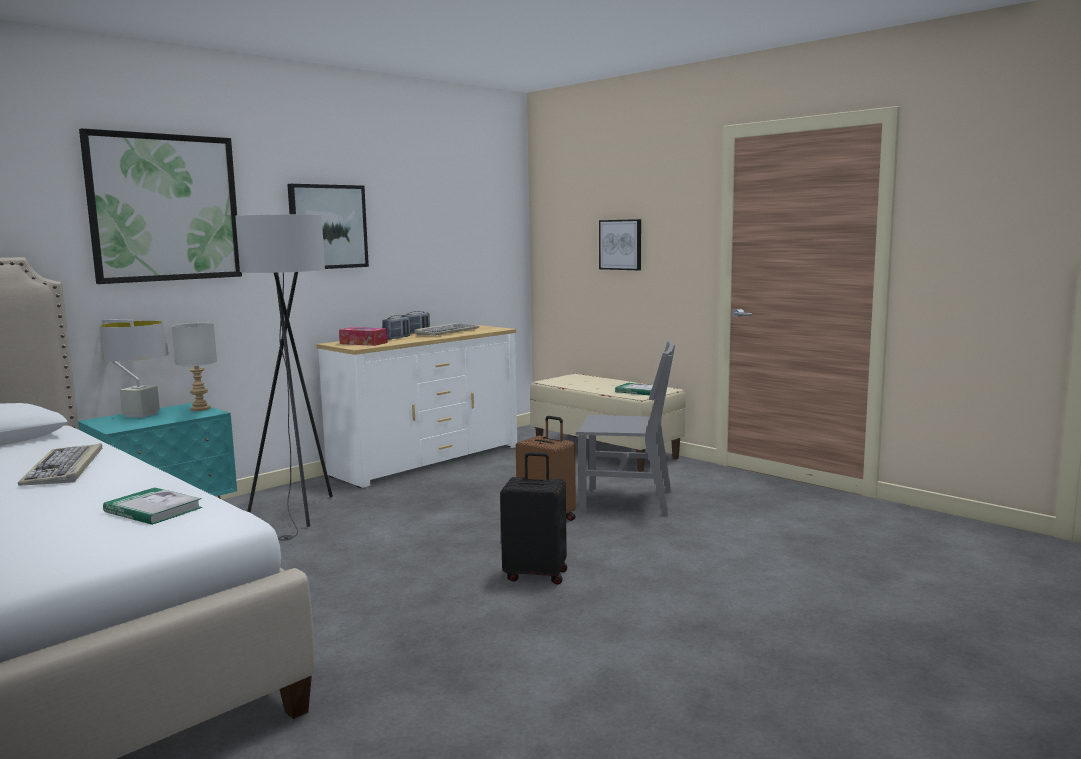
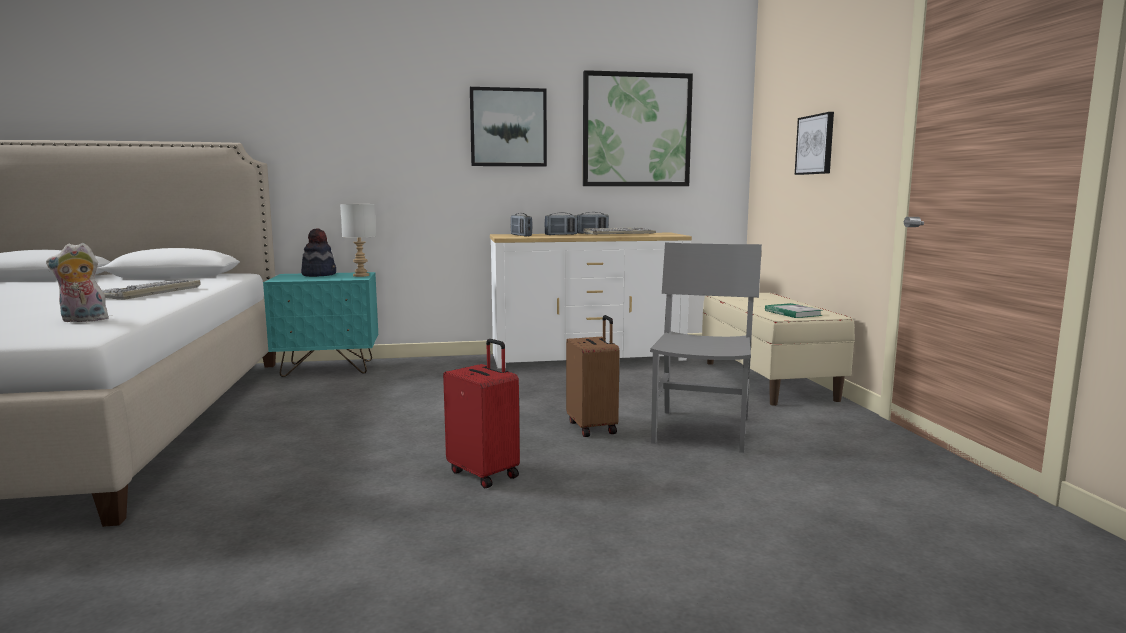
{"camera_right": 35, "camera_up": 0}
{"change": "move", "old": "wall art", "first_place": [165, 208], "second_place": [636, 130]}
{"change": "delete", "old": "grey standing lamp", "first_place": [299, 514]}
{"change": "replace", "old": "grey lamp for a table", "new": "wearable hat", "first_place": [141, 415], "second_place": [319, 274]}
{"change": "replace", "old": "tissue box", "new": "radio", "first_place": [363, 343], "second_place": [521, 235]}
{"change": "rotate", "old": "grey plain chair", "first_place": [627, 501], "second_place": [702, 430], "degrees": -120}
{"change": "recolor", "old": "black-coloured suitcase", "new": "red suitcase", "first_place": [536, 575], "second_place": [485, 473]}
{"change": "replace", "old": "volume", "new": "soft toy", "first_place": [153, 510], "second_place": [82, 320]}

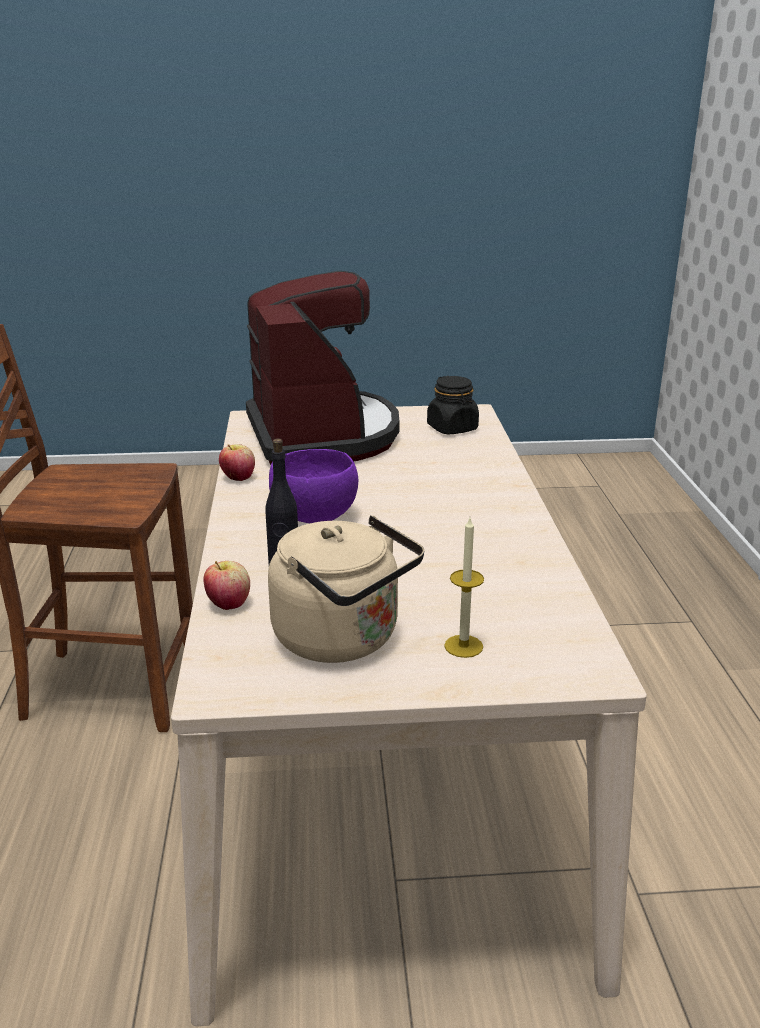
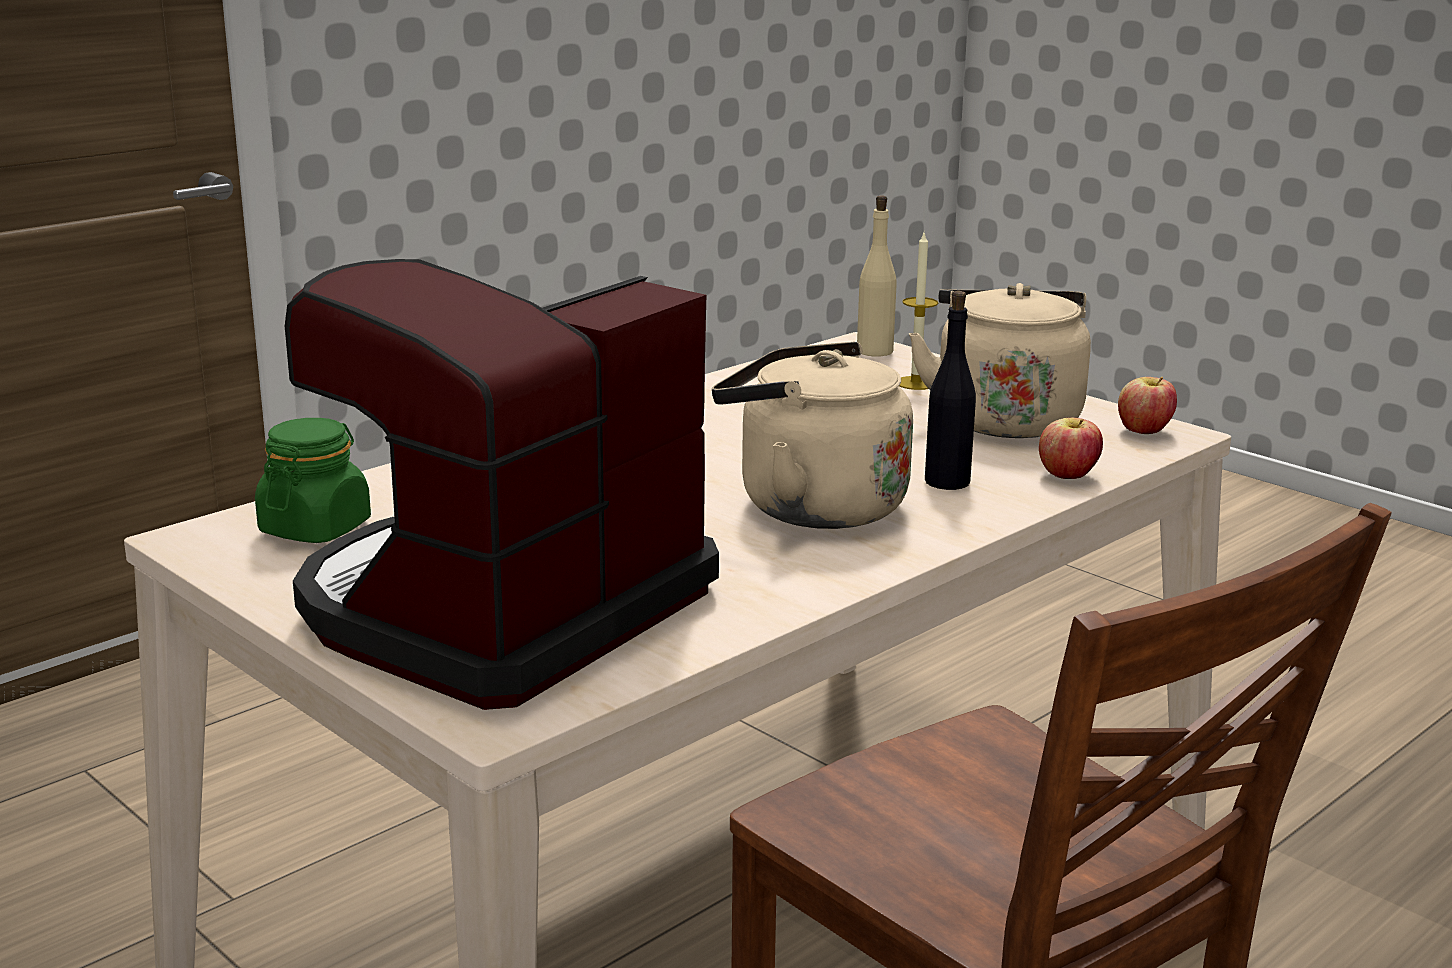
{"camera_right": -130, "camera_up": -5}
{"change": "recolor", "old": "black-coloured jar", "new": "greenish jar", "first_place": [452, 428], "second_place": [315, 528]}
{"change": "move", "old": "whole apple", "first_place": [238, 478], "second_place": [1144, 431]}
{"change": "replace", "old": "purplish serving bowl", "new": "sand-coloured water kettle", "first_place": [315, 518], "second_place": [811, 506]}
{"change": "insert", "new": "sand-coloured bottle", "second_place": [874, 351]}

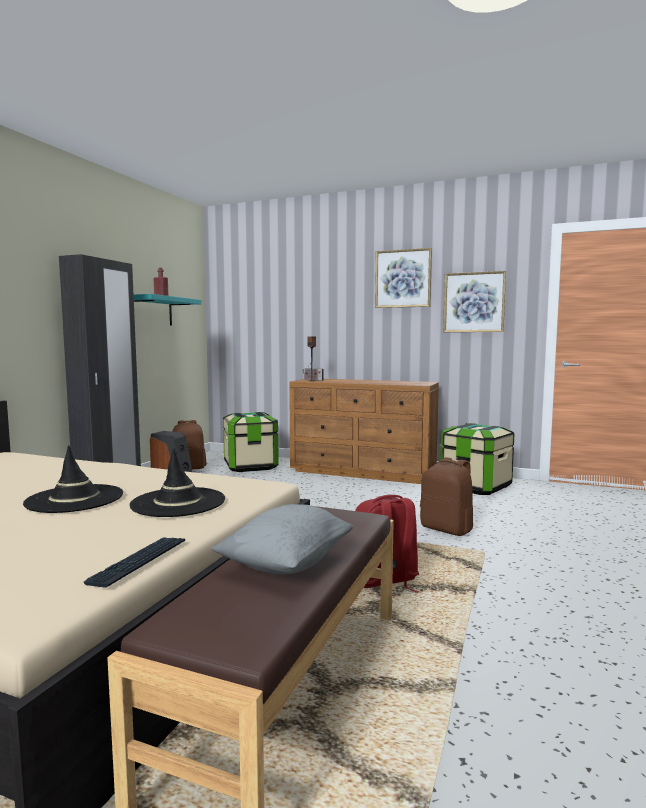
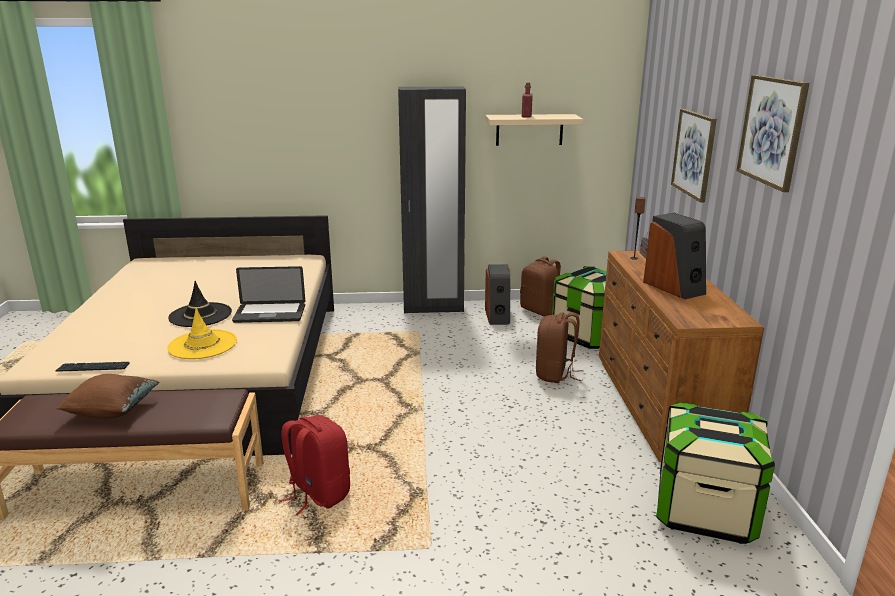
{"camera_right": 65, "camera_up": 15}
{"change": "move", "old": "wall art", "first_place": [474, 302], "second_place": [694, 154]}
{"change": "recolor", "old": "turquoise bracket shelf", "new": "sand-coloured bracket shelf", "first_place": [152, 311], "second_place": [529, 129]}
{"change": "recolor", "old": "black-coloured wearable hat", "new": "yellow-coloured wearable hat", "first_place": [178, 502], "second_place": [202, 345]}
{"change": "move", "old": "brown rucksack", "first_place": [447, 529], "second_place": [555, 374]}
{"change": "recolor", "old": "grey pillow", "new": "brown pillow", "first_place": [286, 564], "second_place": [112, 411]}
{"change": "insert", "new": "loudspeaker", "second_place": [674, 287]}
{"change": "insert", "new": "notebook computer", "second_place": [270, 314]}

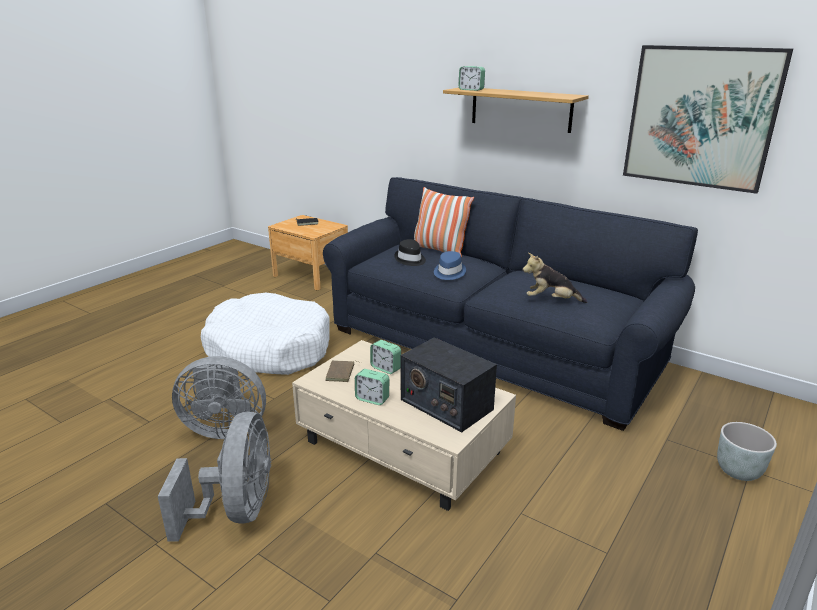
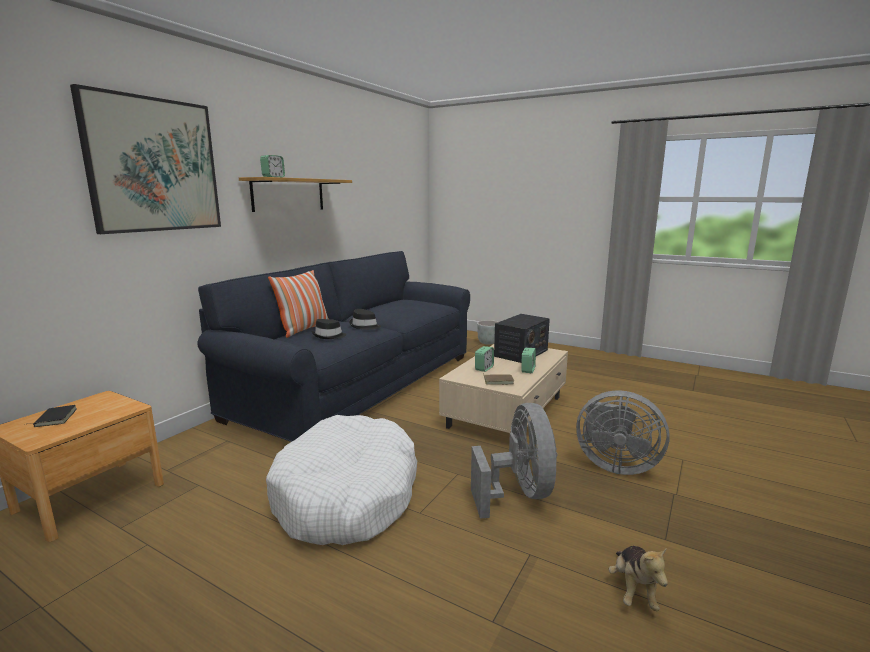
{"camera_right": -95, "camera_up": -10}
{"change": "move", "old": "wall art", "first_place": [700, 117], "second_place": [153, 165]}
{"change": "recolor", "old": "blue wearable hat", "new": "black-coloured wearable hat", "first_place": [449, 272], "second_place": [364, 326]}
{"change": "move", "old": "soft toy", "first_place": [551, 300], "second_place": [633, 590]}
{"change": "rotate", "old": "grey cooling fan", "first_place": [237, 510], "second_place": [614, 465], "degrees": -150}

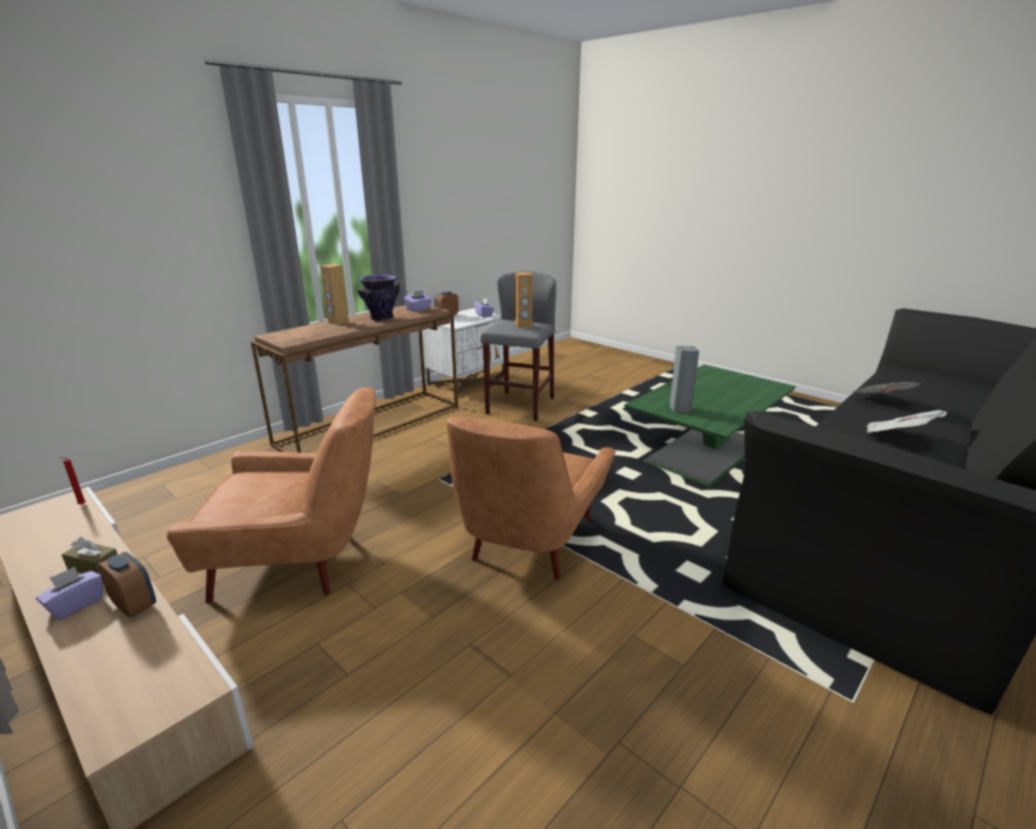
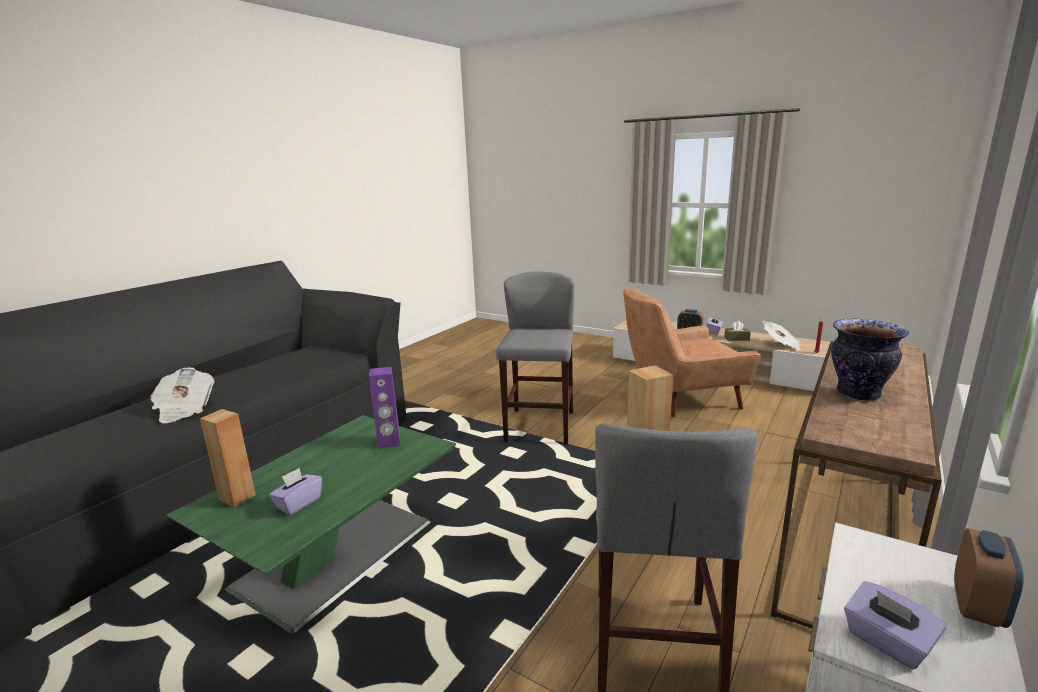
{"camera_right": 170, "camera_up": -5}
{"change": "move", "old": "brown loudspeaker", "first_place": [338, 322], "second_place": [238, 497]}
{"change": "move", "old": "purplish tissue box", "first_place": [418, 309], "second_place": [298, 503]}
{"change": "recolor", "old": "grey loudspeaker", "new": "purplish loudspeaker", "first_place": [680, 409], "second_place": [389, 442]}
{"change": "move", "old": "daily paper", "first_place": [897, 437], "second_place": [781, 345]}
{"change": "replace", "old": "brown easy chair", "new": "grey stool", "first_place": [527, 546], "second_place": [539, 426]}

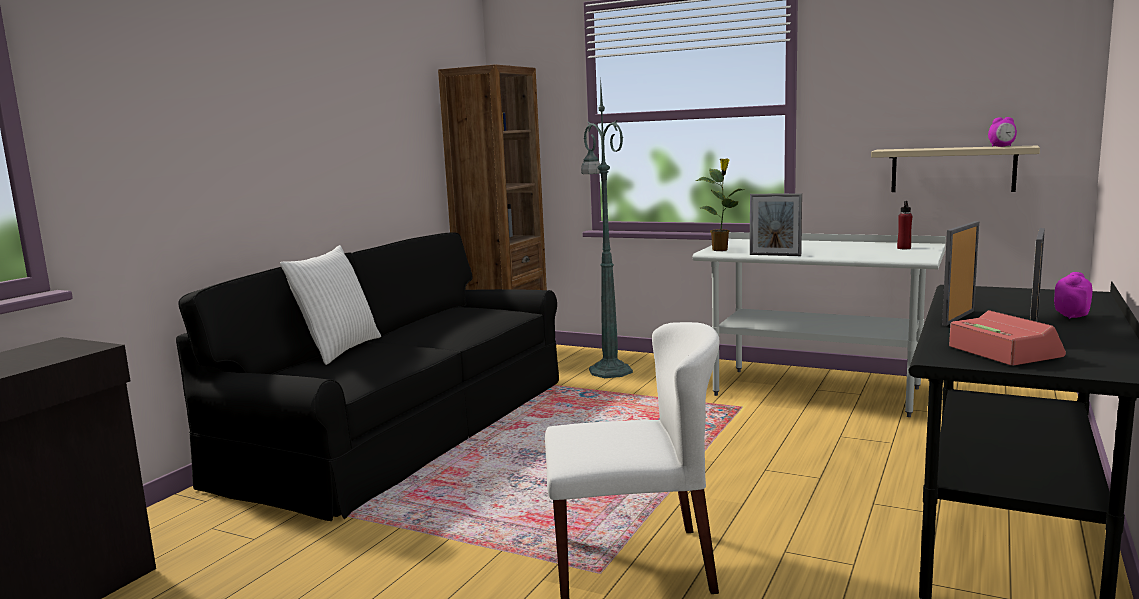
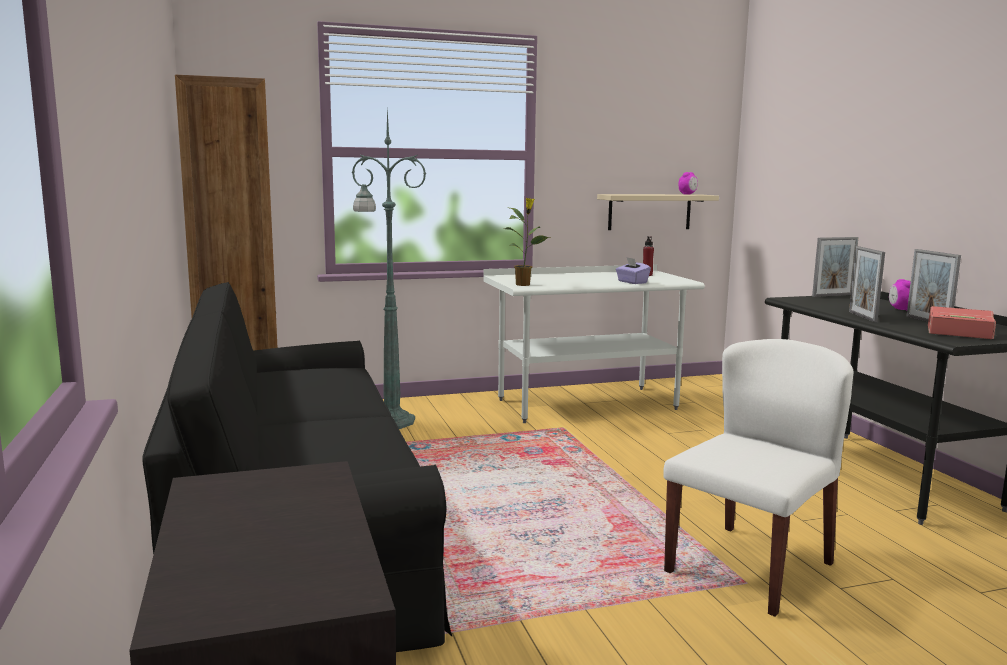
{"camera_right": -45, "camera_up": 0}
{"change": "move", "old": "photo frame", "first_place": [775, 255], "second_place": [832, 295]}
{"change": "delete", "old": "white-coloured pillow", "first_place": [338, 350]}
{"change": "insert", "new": "purplish tissue box", "second_place": [632, 282]}

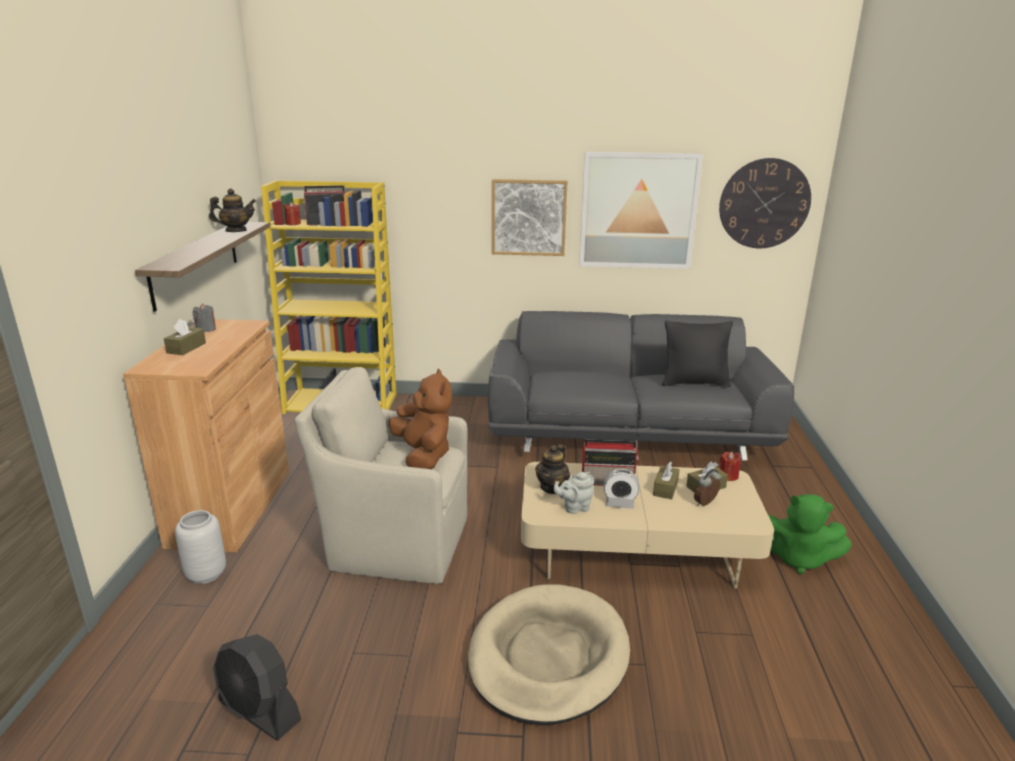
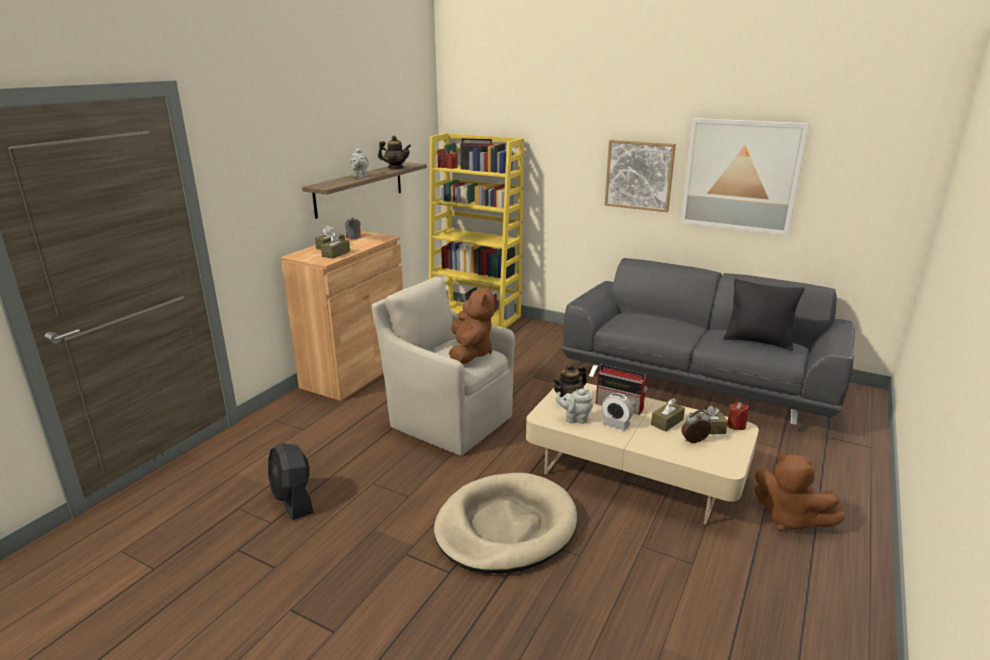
{"camera_right": 25, "camera_up": 0}
{"change": "delete", "old": "hanging clock", "first_place": [764, 203]}
{"change": "recolor", "old": "greenish soft toy", "new": "brown soft toy", "first_place": [798, 559], "second_place": [789, 518]}
{"change": "delete", "old": "grey vase", "first_place": [206, 574]}
{"change": "insert", "new": "grey teapot", "second_place": [360, 176]}
{"change": "insert", "new": "brown tissue box", "second_place": [336, 254]}

